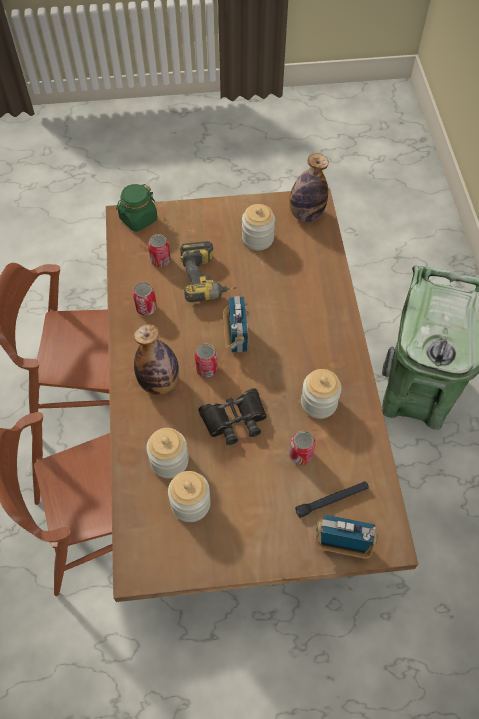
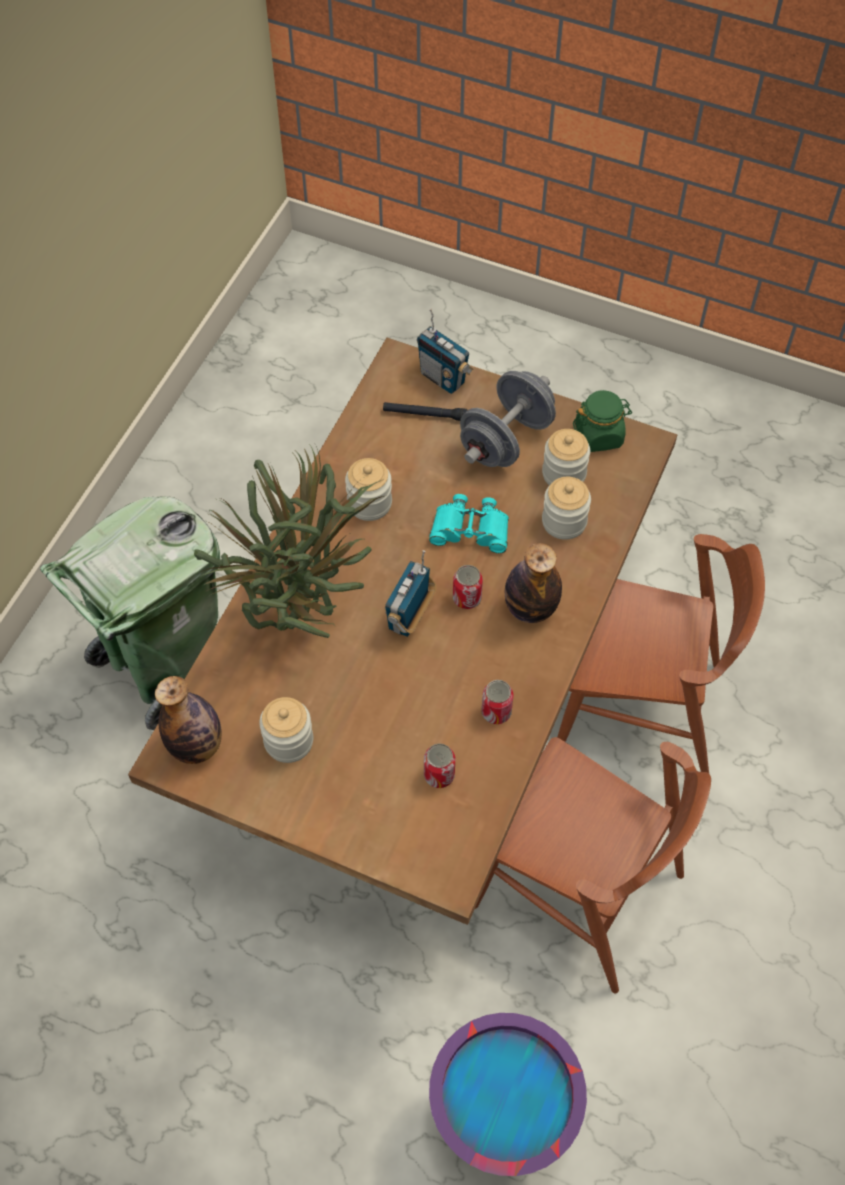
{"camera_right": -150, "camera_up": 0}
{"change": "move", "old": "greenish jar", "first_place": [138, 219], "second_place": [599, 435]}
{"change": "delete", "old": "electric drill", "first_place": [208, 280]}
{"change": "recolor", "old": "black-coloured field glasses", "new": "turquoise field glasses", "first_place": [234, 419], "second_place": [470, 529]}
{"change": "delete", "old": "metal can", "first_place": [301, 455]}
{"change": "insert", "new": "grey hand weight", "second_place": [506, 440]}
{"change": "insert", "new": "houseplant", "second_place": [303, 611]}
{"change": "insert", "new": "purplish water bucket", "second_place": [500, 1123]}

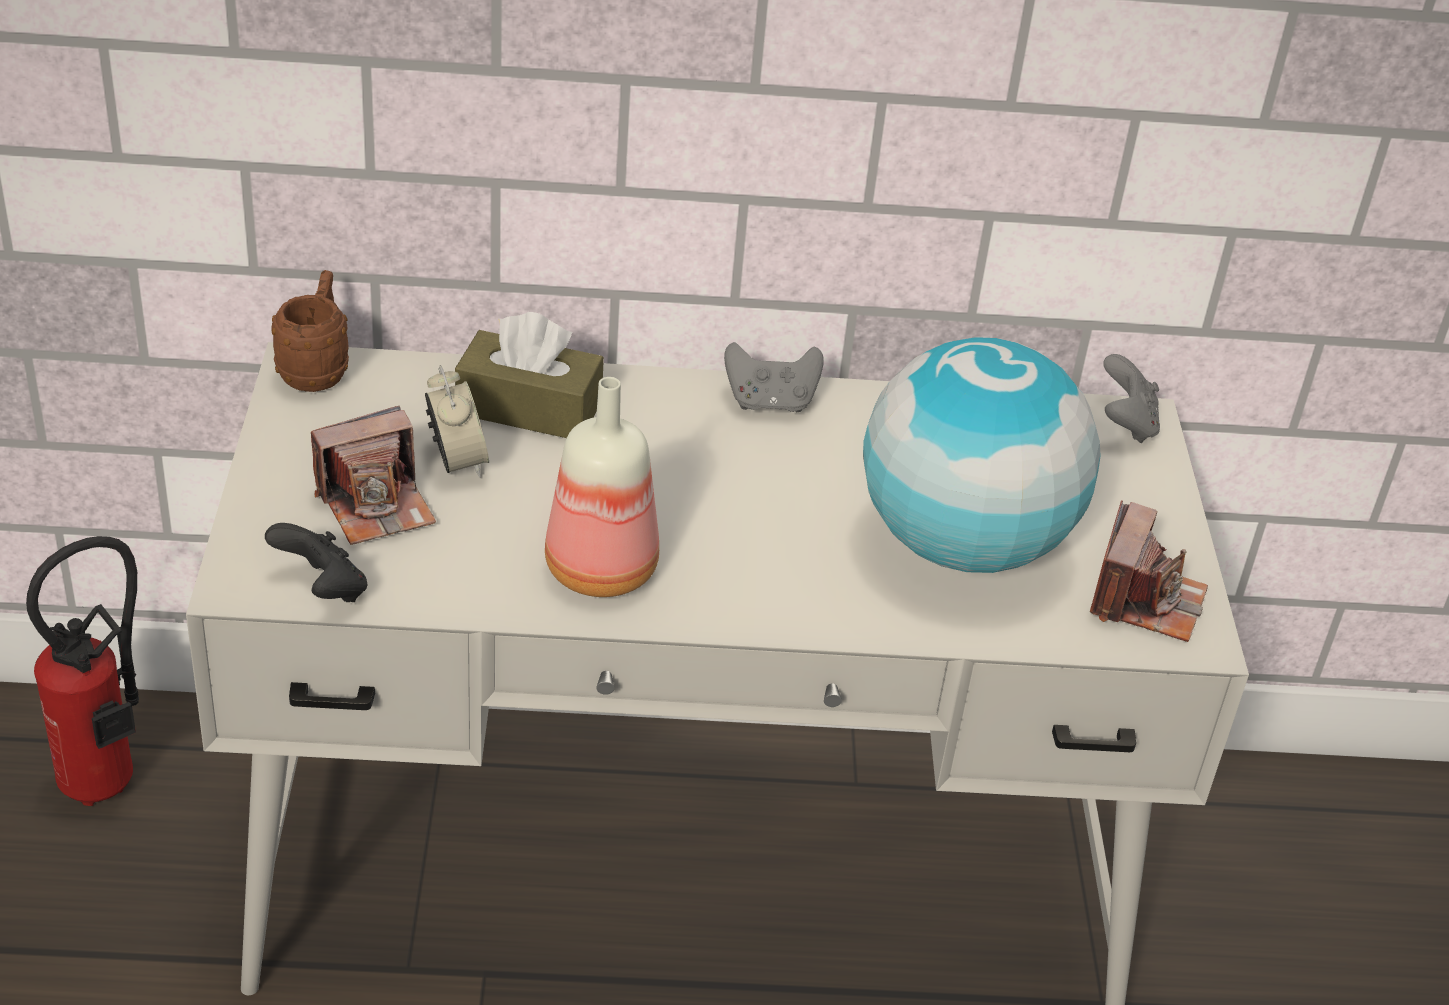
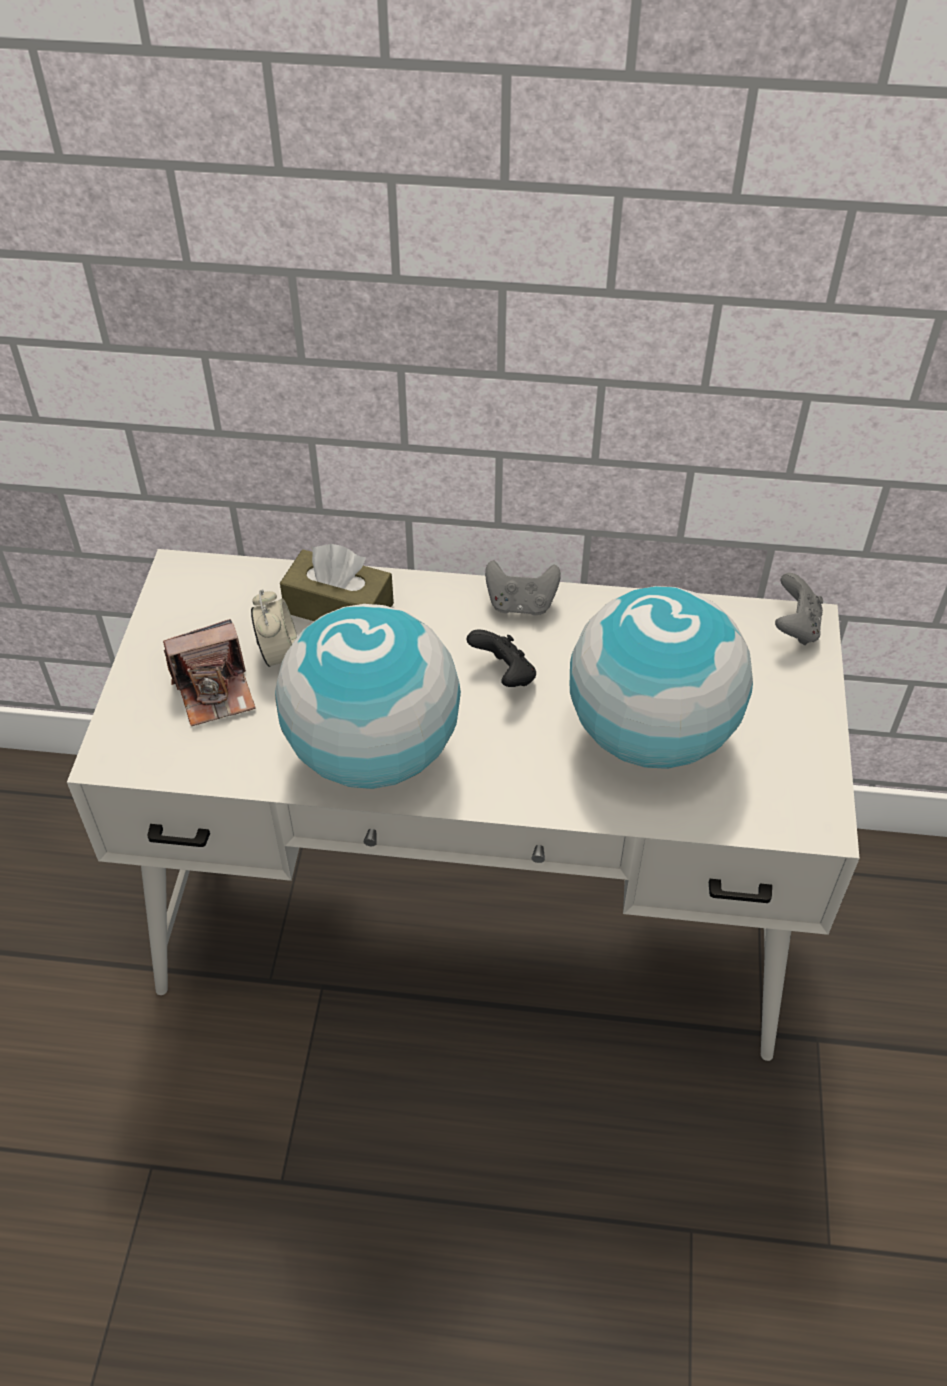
{"camera_right": 10, "camera_up": 10}
{"change": "delete", "old": "brown mug", "first_place": [317, 369]}
{"change": "replace", "old": "bottle", "new": "world globe", "first_place": [604, 571], "second_place": [374, 752]}
{"change": "delete", "old": "still camera", "first_place": [1145, 600]}
{"change": "move", "old": "black-coloured game controller", "first_place": [322, 590], "second_place": [504, 675]}
{"change": "delete", "old": "extinguisher", "first_place": [111, 783]}

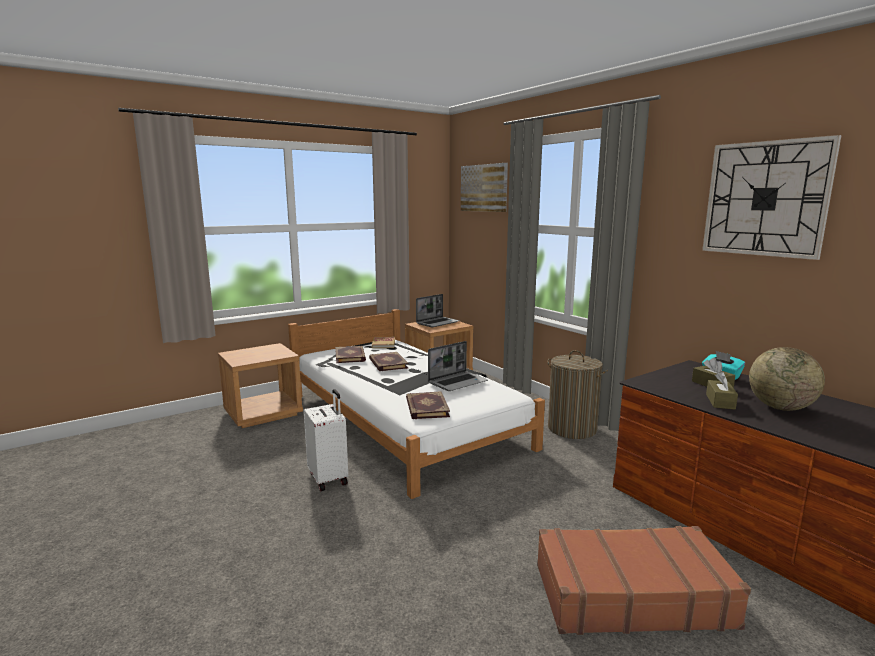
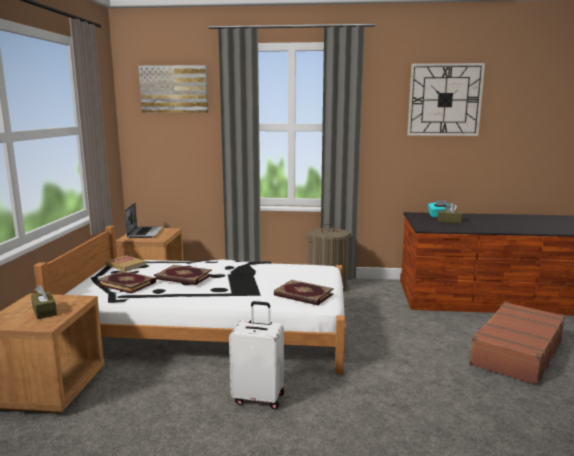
{"camera_right": -50, "camera_up": 0}
{"change": "delete", "old": "notebook computer", "first_place": [458, 382]}
{"change": "delete", "old": "world globe", "first_place": [780, 407]}
{"change": "move", "old": "brown tissue box", "first_place": [720, 401], "second_place": [44, 311]}

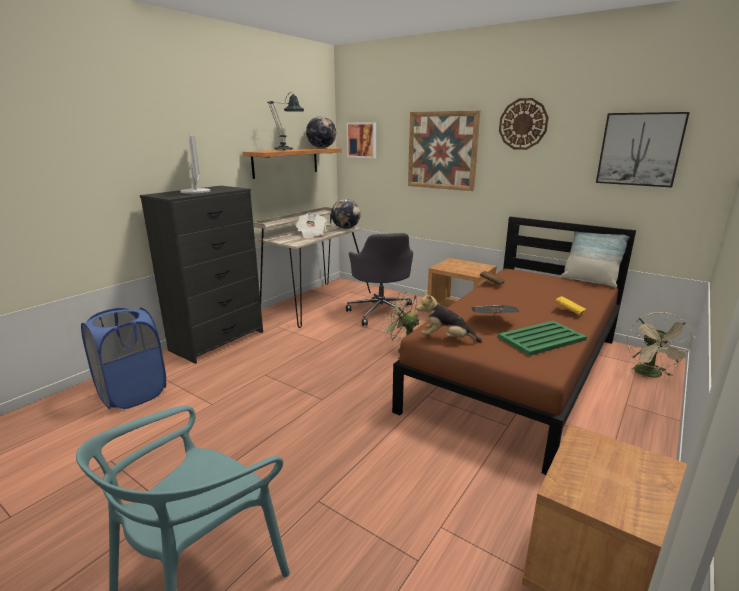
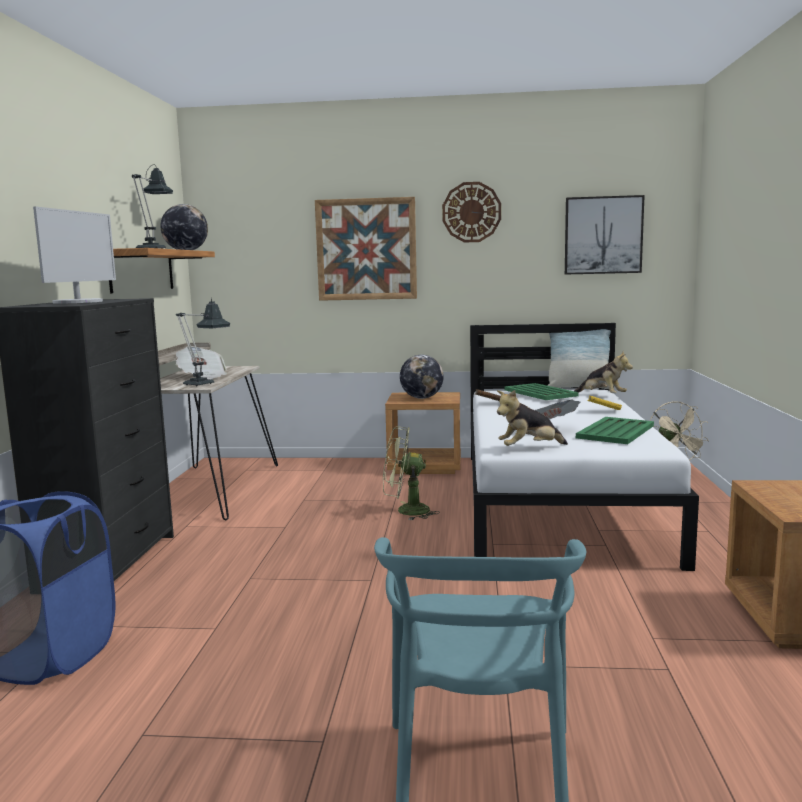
{"camera_right": -30, "camera_up": -10}
{"change": "delete", "old": "wall art", "first_place": [362, 140]}
{"change": "rotate", "old": "computer screen", "first_place": [196, 191], "second_place": [78, 302], "degrees": 60}
{"change": "move", "old": "world globe", "first_place": [346, 228], "second_place": [421, 398]}
{"change": "recolor", "old": "brown bedroom bed", "new": "white-coloured bedroom bed", "first_place": [518, 372], "second_place": [557, 501]}
{"change": "delete", "old": "grey office chair", "first_place": [381, 312]}
{"change": "insert", "new": "lamp for a table", "second_place": [203, 385]}
{"change": "insert", "new": "soft toy", "second_place": [602, 396]}
{"change": "insert", "new": "greenish carrying tray", "second_place": [540, 393]}

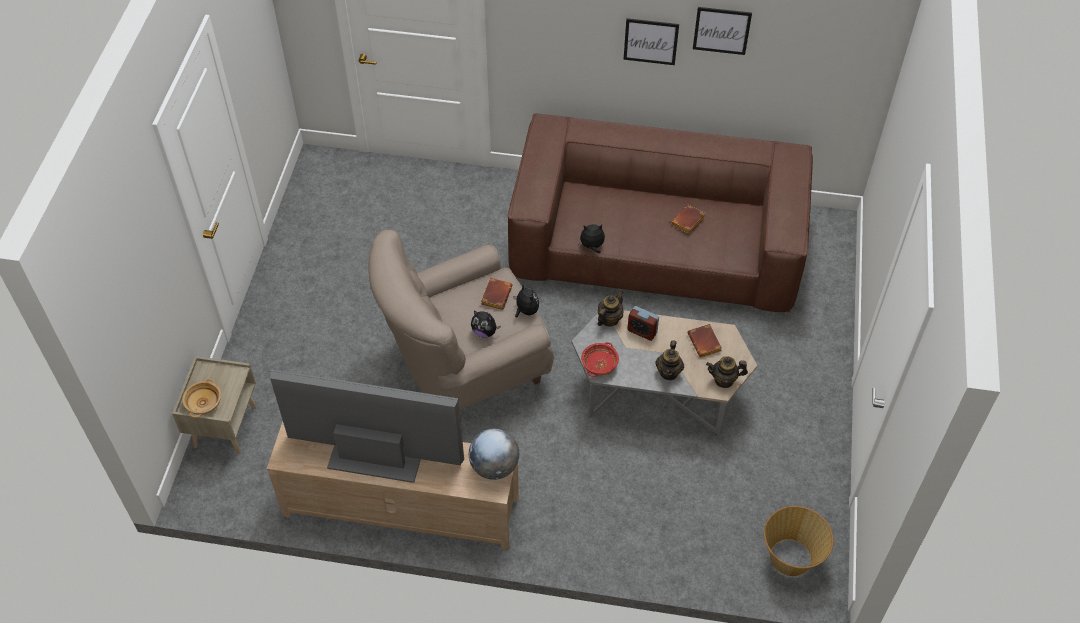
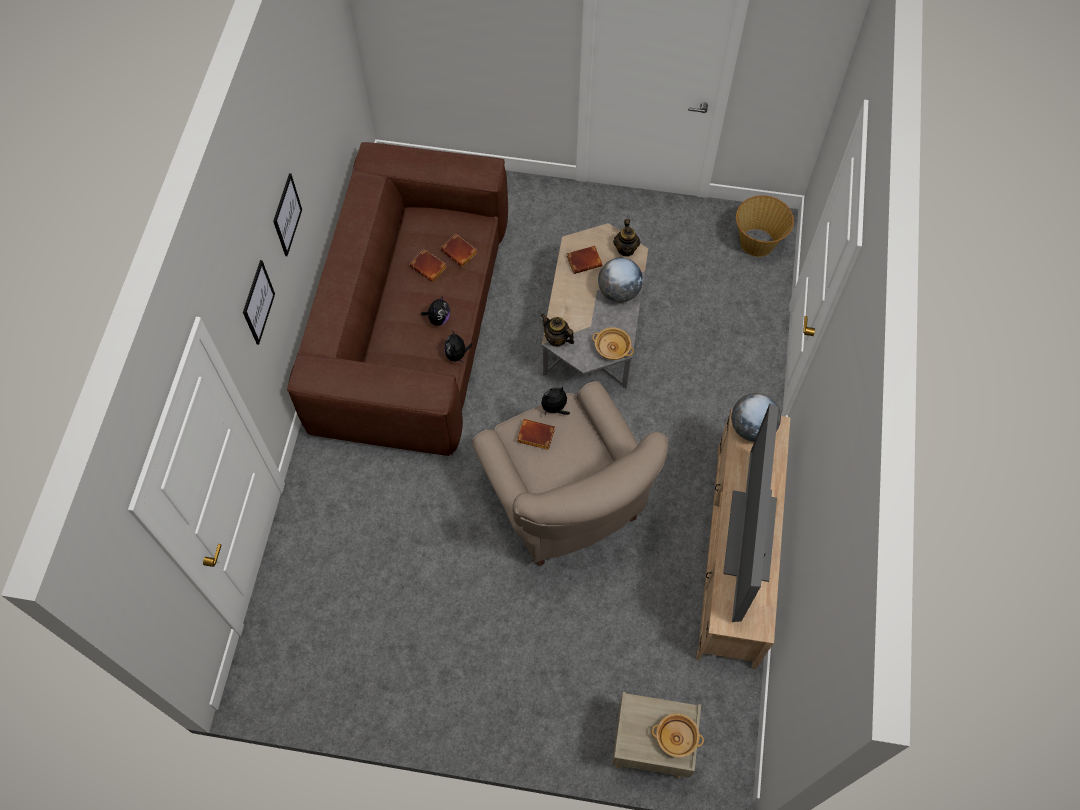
{"camera_right": -90, "camera_up": 10}
{"change": "move", "old": "wall art", "first_place": [721, 30], "second_place": [258, 302]}
{"change": "delete", "old": "table clock", "first_place": [642, 331]}
{"change": "move", "old": "soft toy", "first_place": [485, 332], "second_place": [438, 319]}
{"change": "replace", "old": "teapot", "new": "world globe", "first_place": [669, 372], "second_place": [619, 292]}
{"change": "recolor", "old": "red serving bowl", "new": "sand-coloured serving bowl", "first_place": [599, 364], "second_place": [612, 348]}
{"change": "insert", "new": "brown volume", "second_place": [460, 252]}

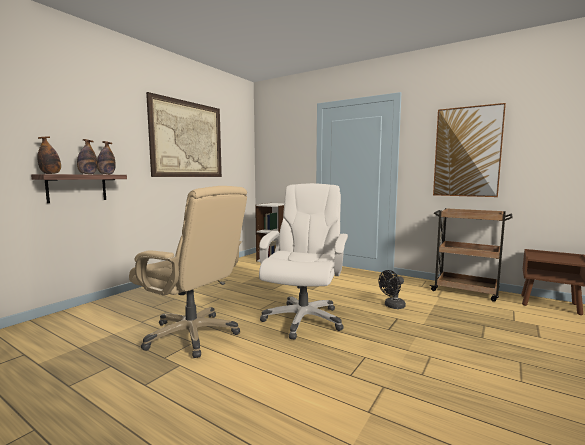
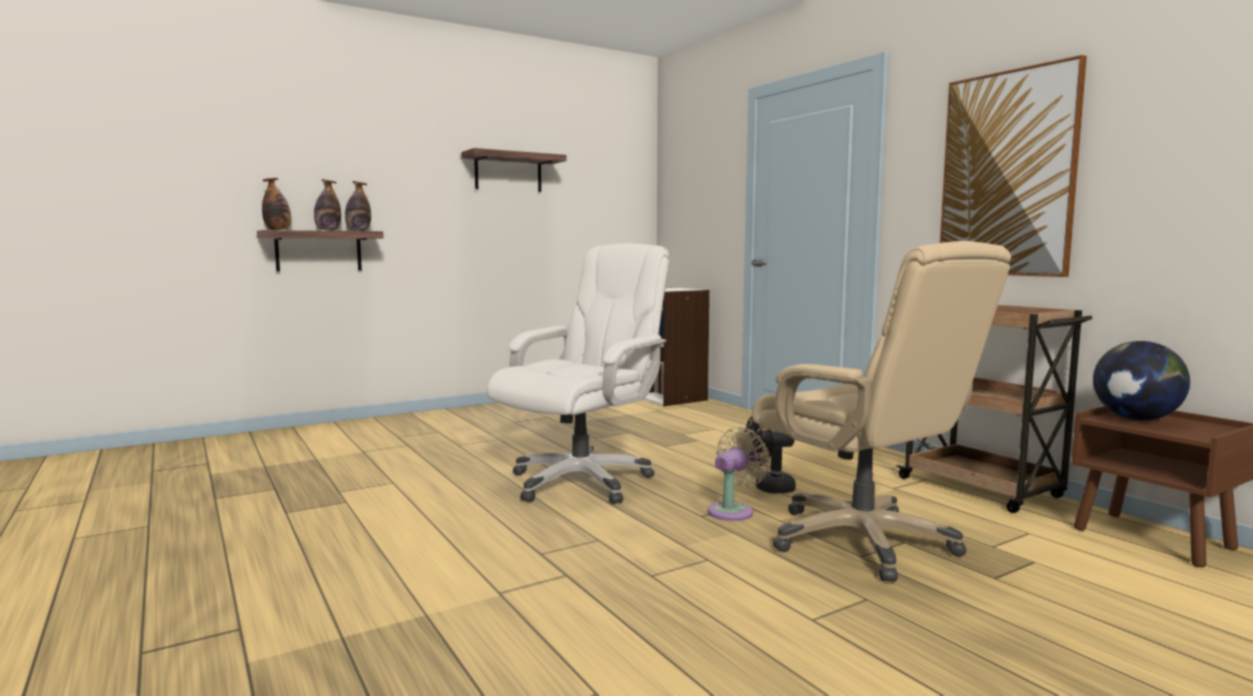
{"camera_right": 25, "camera_up": 0}
{"change": "replace", "old": "wall art", "new": "bracket shelf", "first_place": [187, 139], "second_place": [508, 172]}
{"change": "move", "old": "sand-coloured office chair", "first_place": [192, 335], "second_place": [863, 541]}
{"change": "insert", "new": "world globe", "second_place": [1136, 419]}
{"change": "insert", "new": "sand-coloured cooling fan", "second_place": [733, 511]}

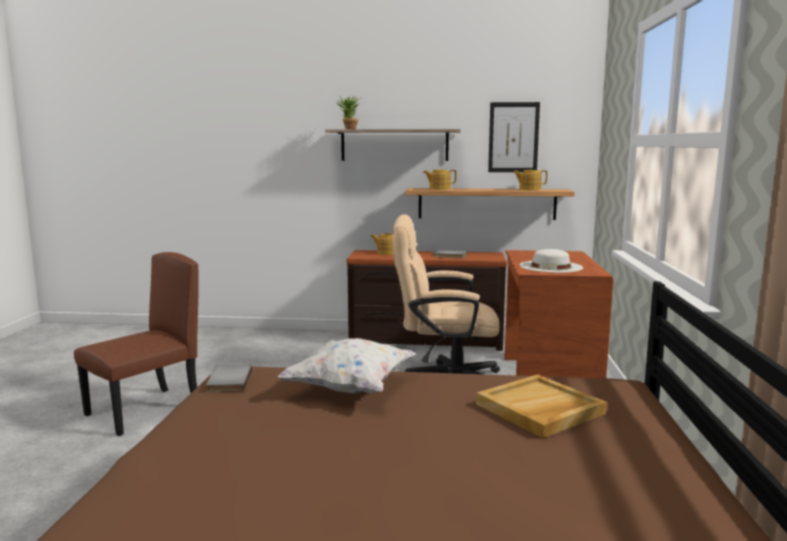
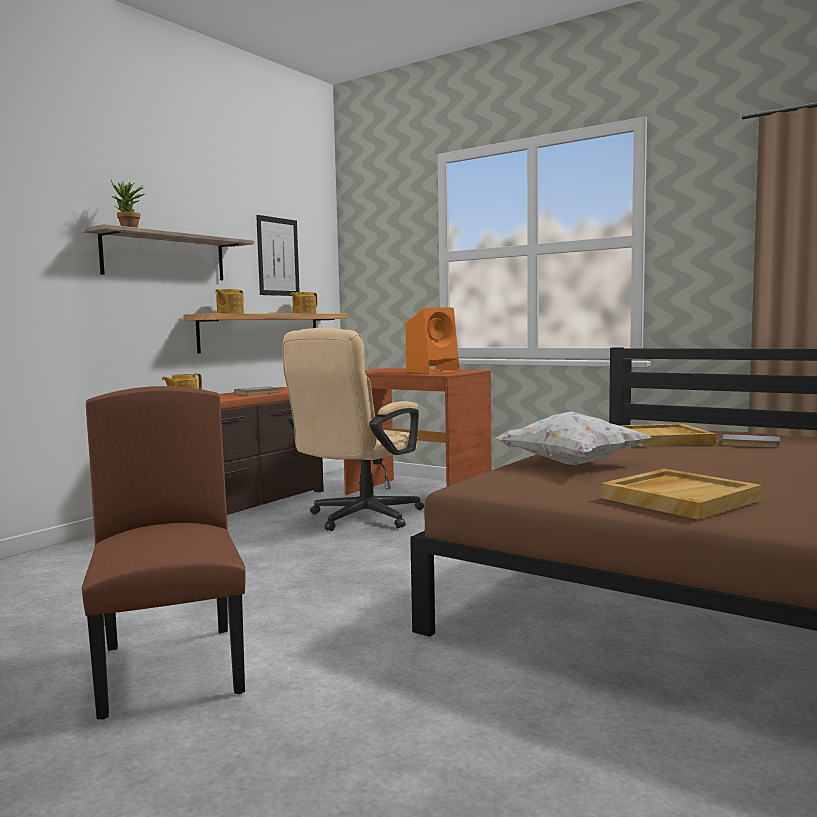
{"camera_right": -60, "camera_up": -5}
{"change": "replace", "old": "white-coloured wearable hat", "new": "orange loudspeaker", "first_place": [550, 266], "second_place": [433, 372]}
{"change": "move", "old": "grey volume", "first_place": [227, 381], "second_place": [750, 444]}
{"change": "insert", "new": "sand-coloured carrying tray", "second_place": [679, 498]}

